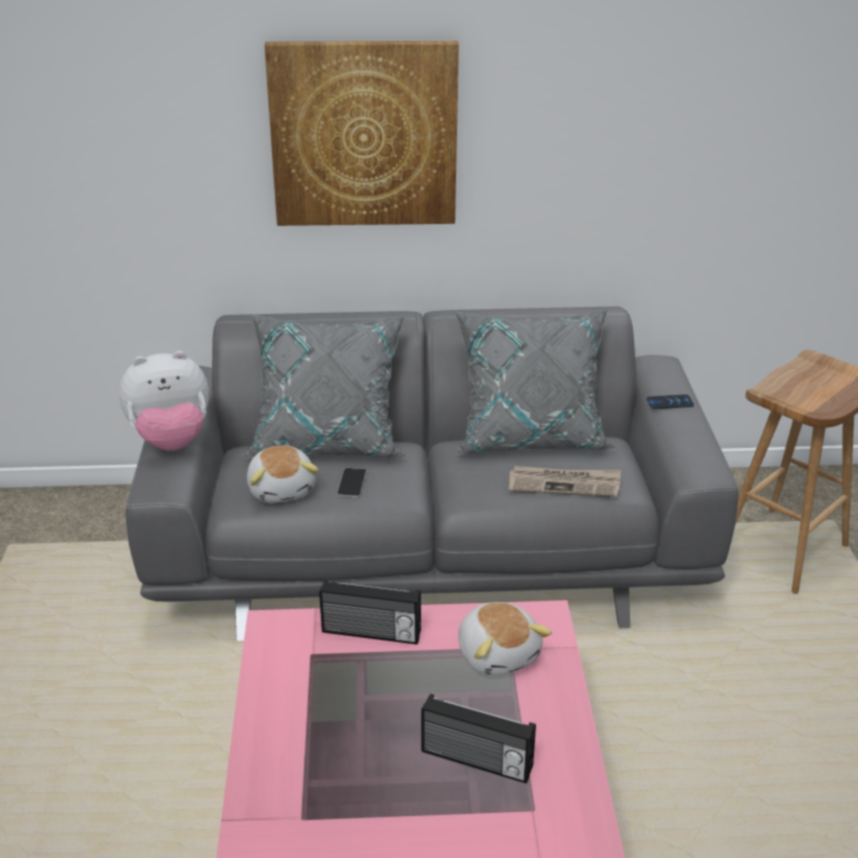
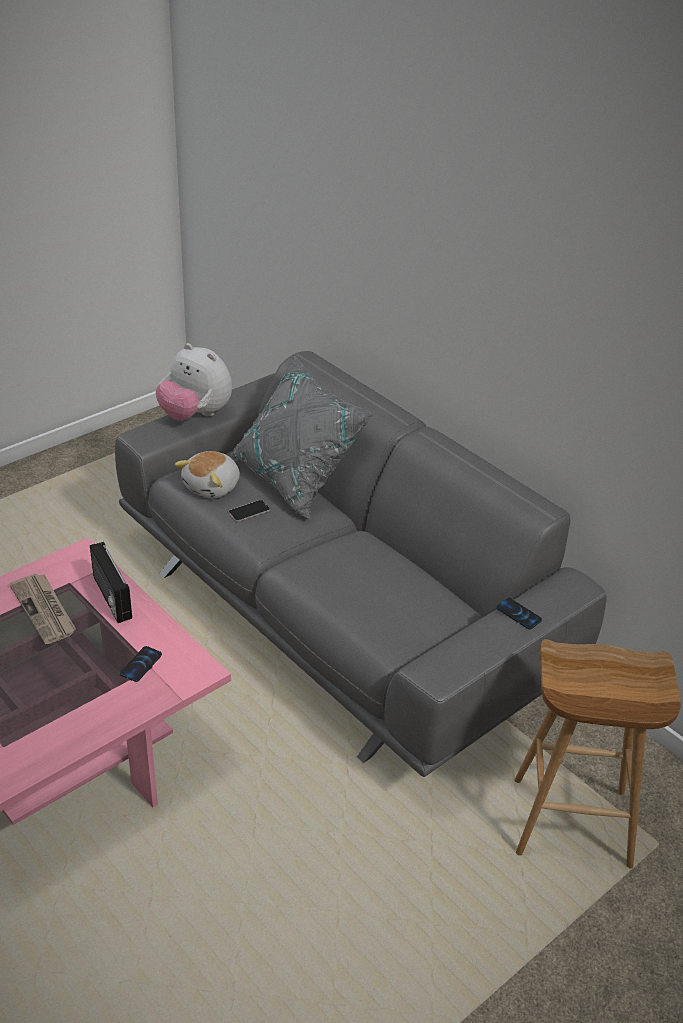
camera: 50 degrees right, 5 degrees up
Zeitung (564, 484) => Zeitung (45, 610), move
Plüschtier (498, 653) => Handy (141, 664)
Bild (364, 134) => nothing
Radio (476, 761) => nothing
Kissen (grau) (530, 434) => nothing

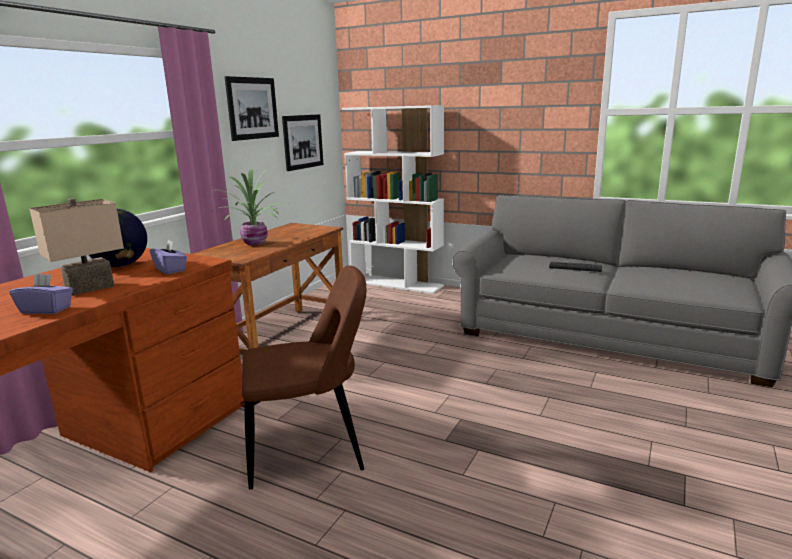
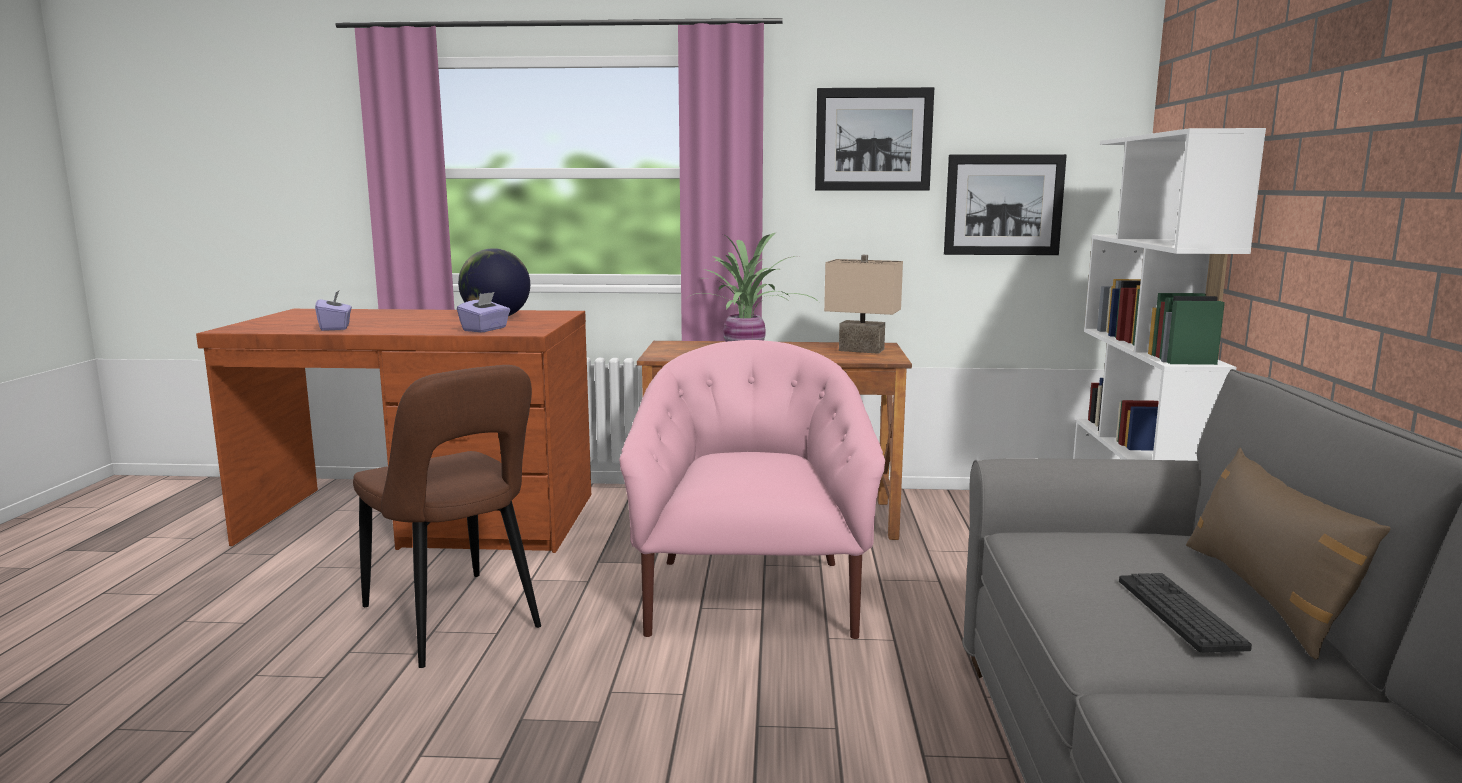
camera: 65 degrees right, 5 degrees down
nothing => Sessel (rosa) (750, 595)
Tischlampe (beige) (90, 289) => Tischlampe (beige) (860, 350), move
nothing => Kissen (braun) (1265, 596)

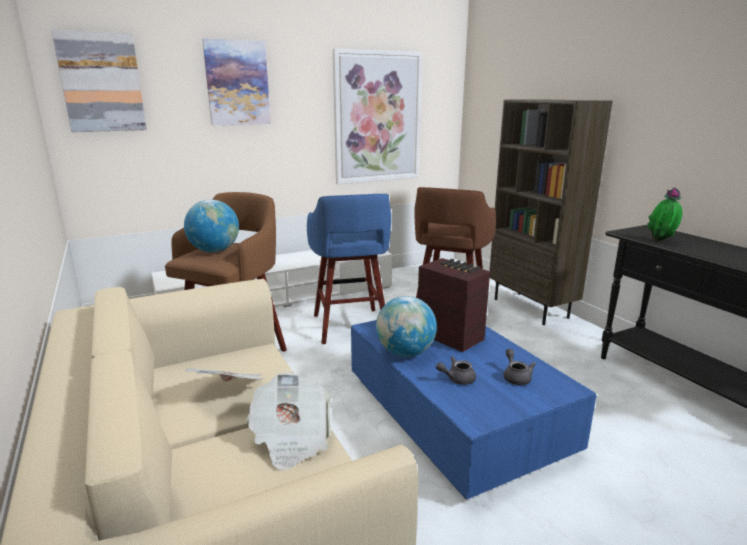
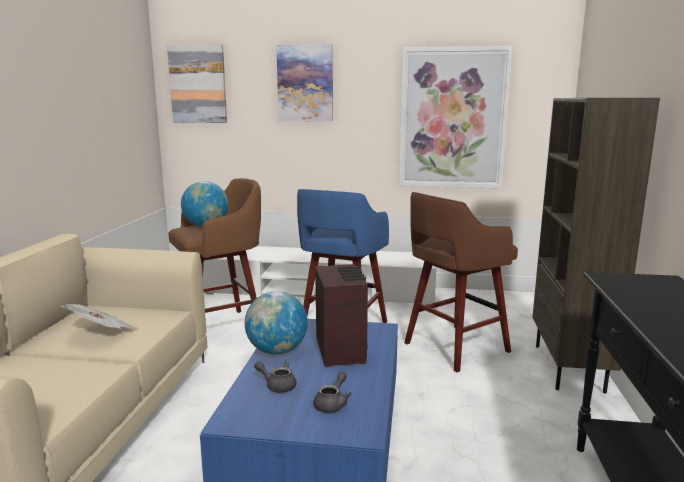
camera: 35 degrees right, 5 degrees down
Zeitung (291, 439) => nothing
Topfpflanze (661, 241) => nothing

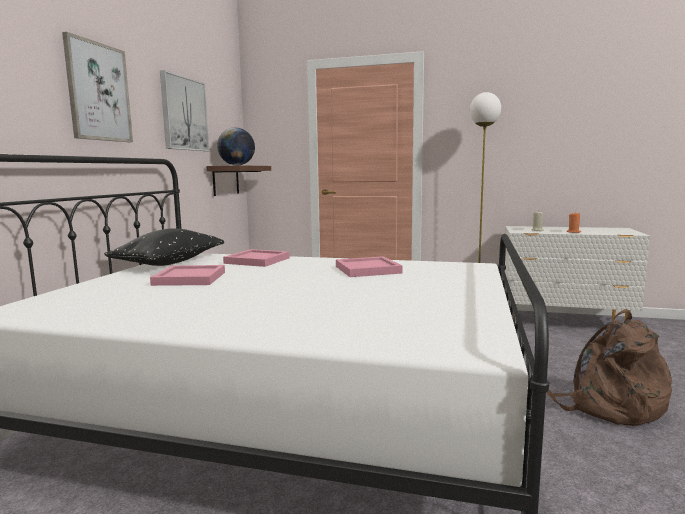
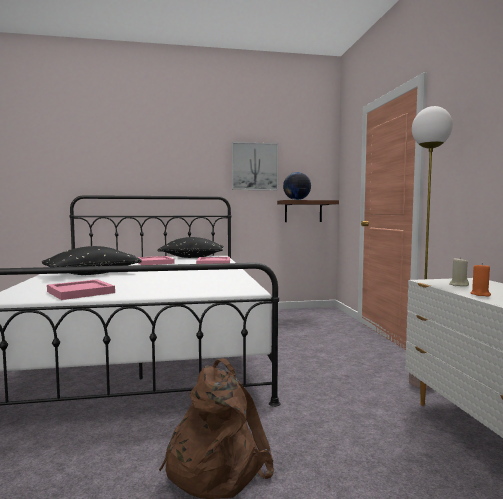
camera: 65 degrees right, 5 degrees down
nothing => Kissen (schwarz) (92, 274)
Tablett (rosa) (367, 270) => Tablett (rosa) (79, 292), move
Bild (98, 92) => nothing

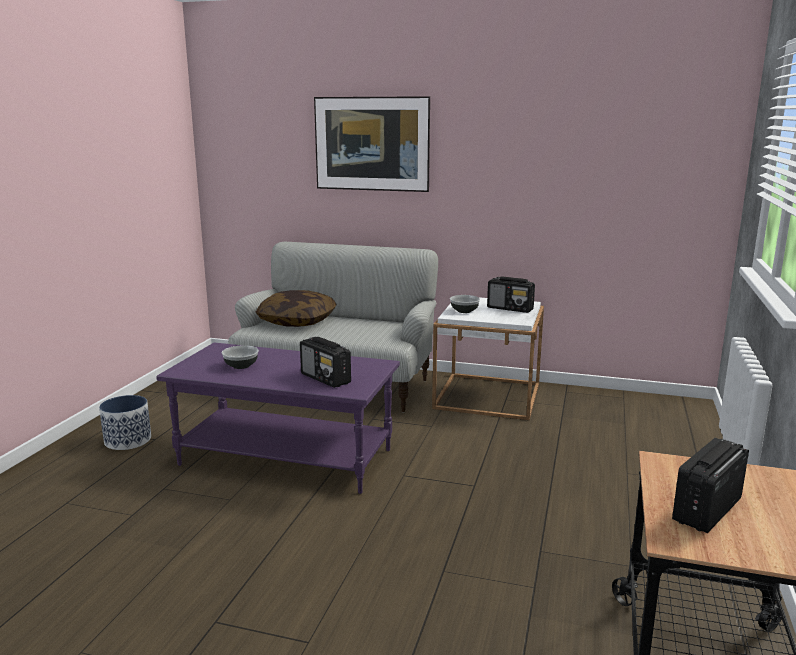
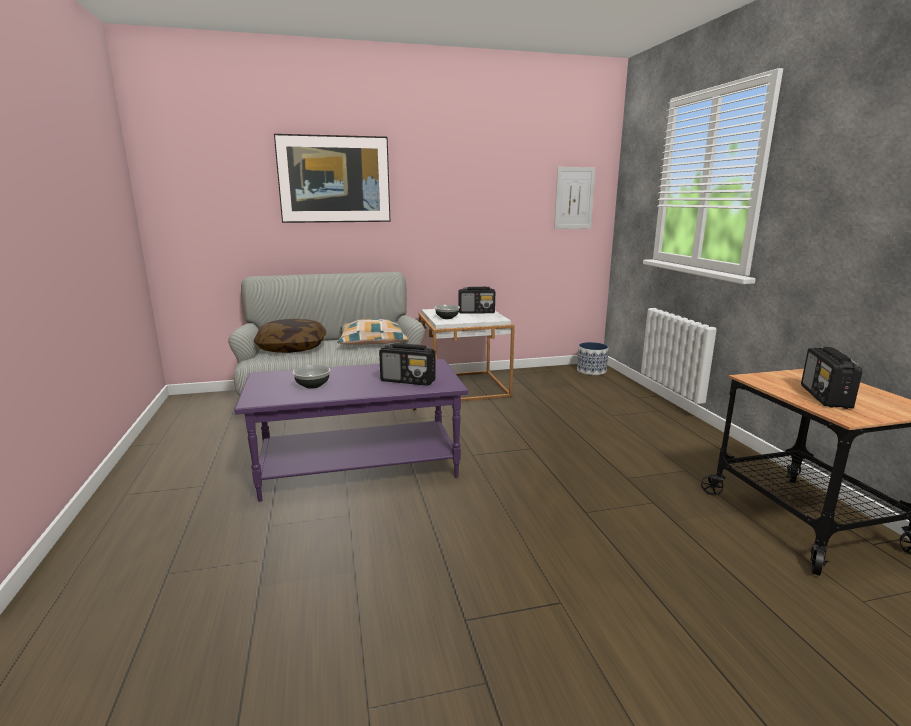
camera: 30 degrees left, 0 degrees up
nothing => Kissen (372, 342)
nothing => Bild (574, 198)
Pflanzkübel (127, 440) => Pflanzkübel (591, 371), move

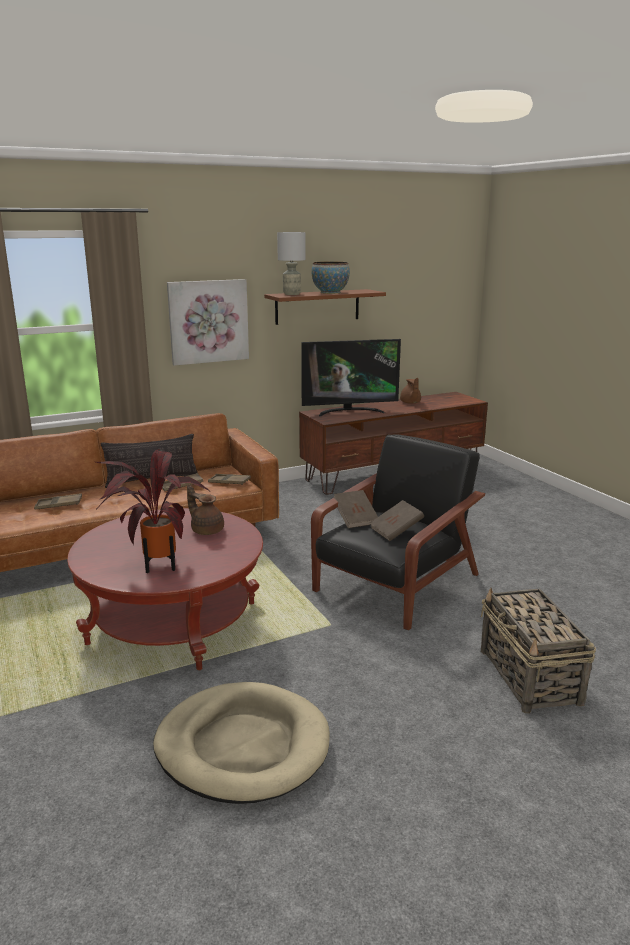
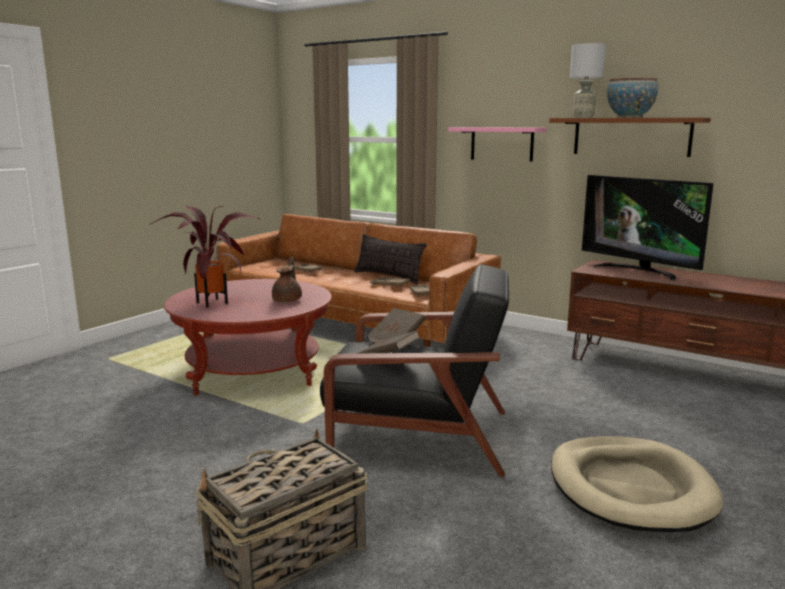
camera: 60 degrees right, 5 degrees down
Bild (208, 321) => Wandregal (rosa) (501, 143)
Hundebett (beige) (243, 746) => Hundebett (beige) (630, 488), move
Teekanne (braun) (410, 402) => nothing

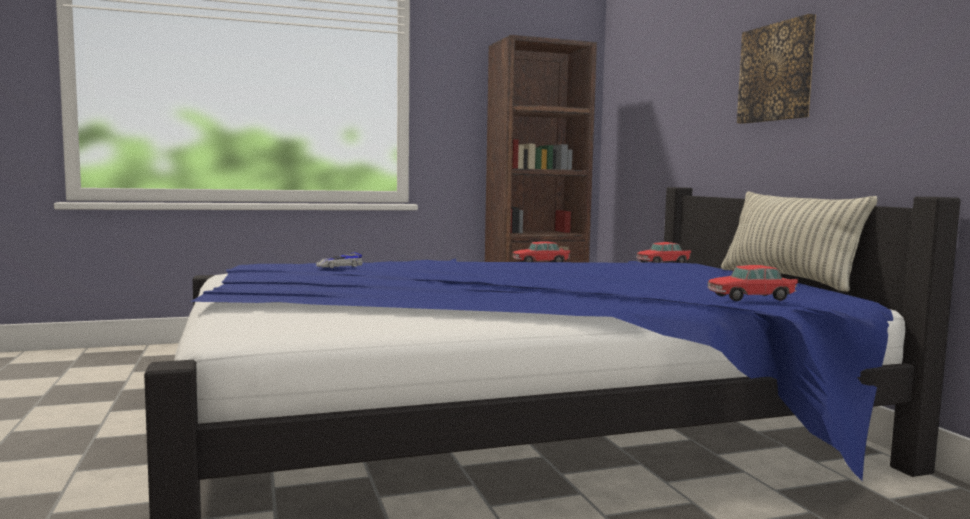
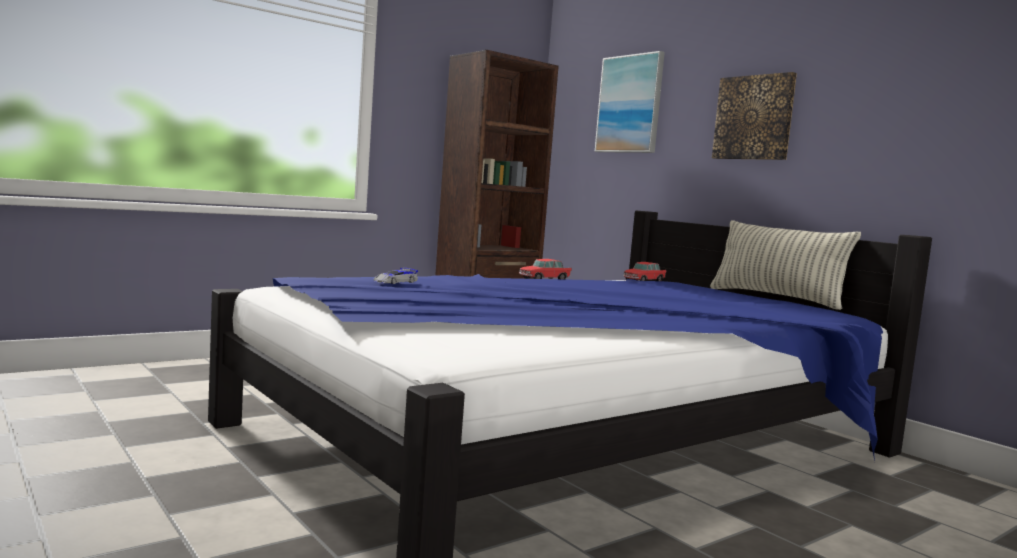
camera: 20 degrees left, 0 degrees up
nothing => Bild (630, 104)
Spielzeugauto (750, 298) => nothing

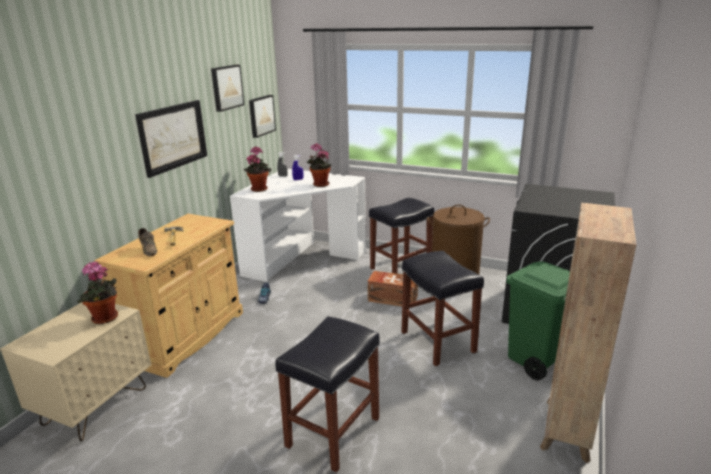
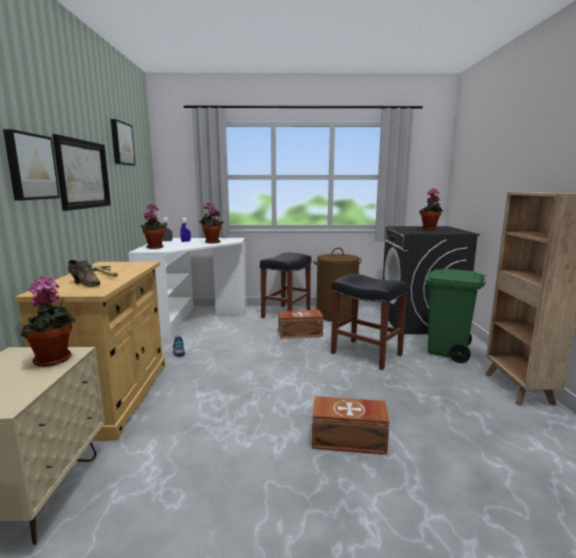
camera: 25 degrees left, 10 degrees down
Bild (261, 115) => Bild (30, 167), move
Hocker (schwarz) (333, 433) => Aufbewahrungsbox (braun) (349, 440)
nothing => Topfpflanze (429, 229)

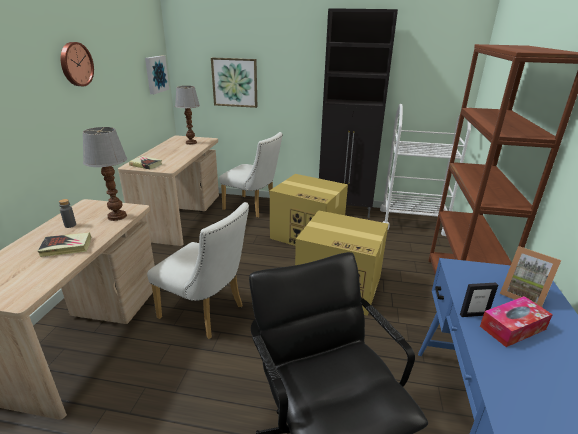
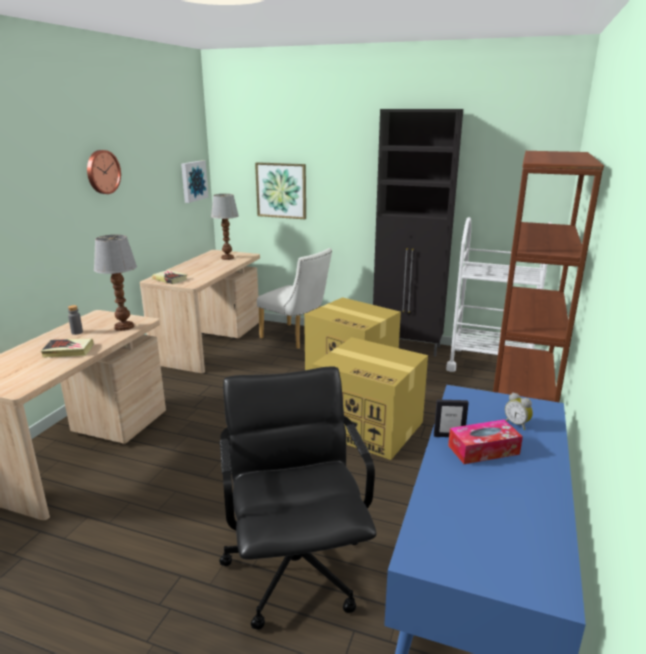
camera: 10 degrees right, 5 degrees down
Bilderrahmen (523, 295) => Wecker (517, 424)
Stuhl (weiß) (206, 313) => nothing

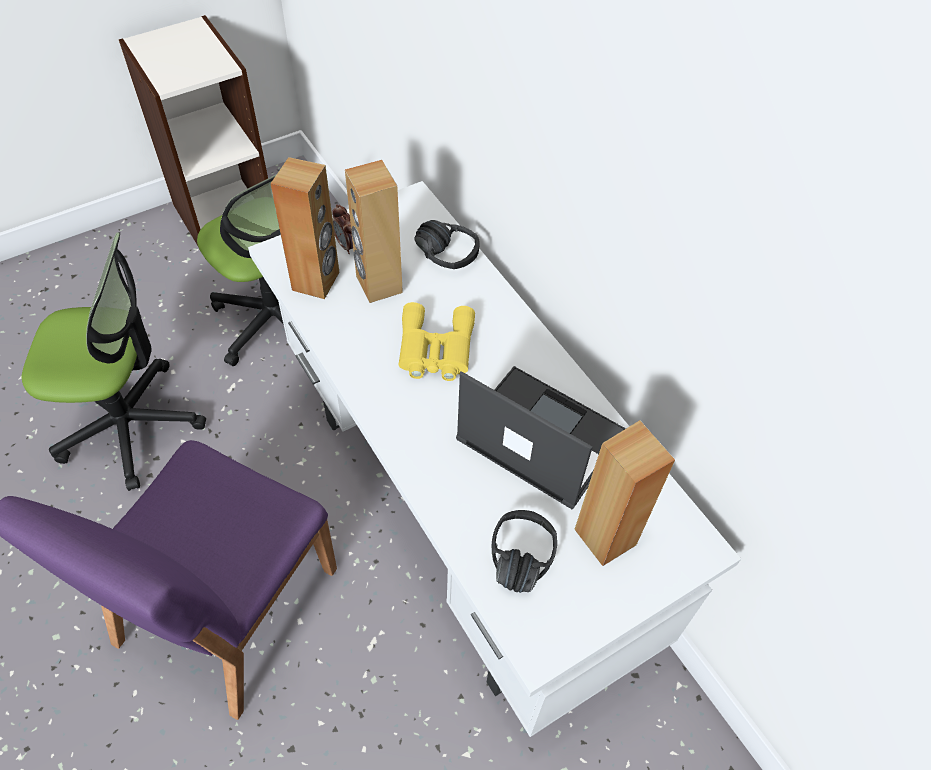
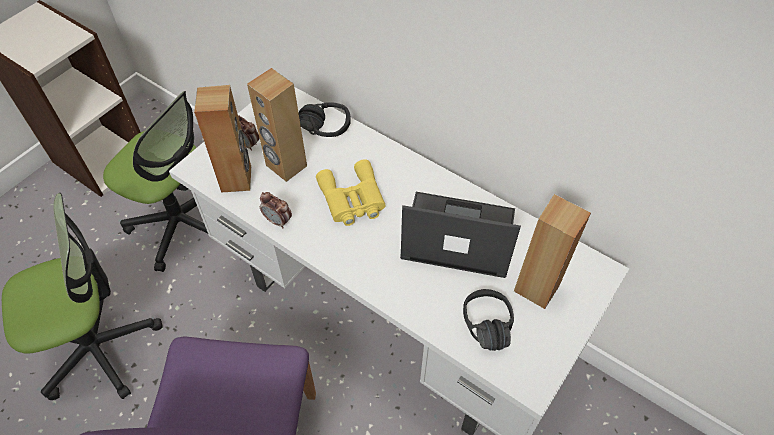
camera: 20 degrees left, 0 degrees up
nothing => Wecker (278, 221)

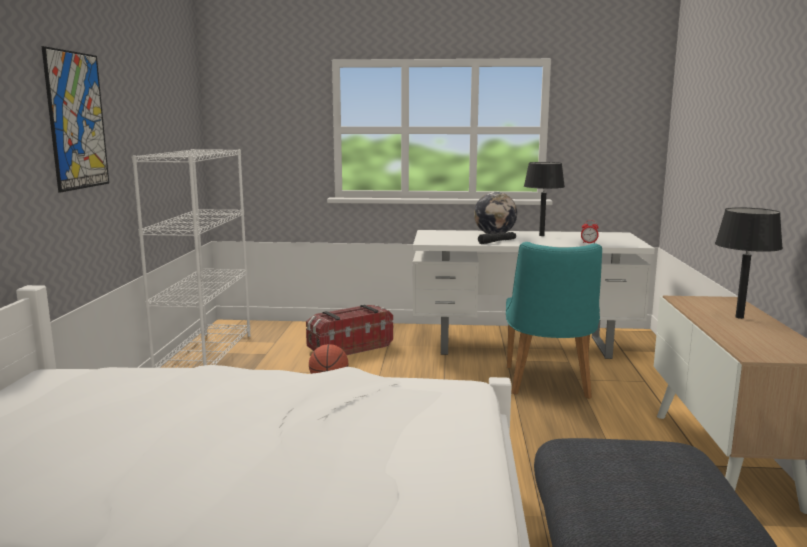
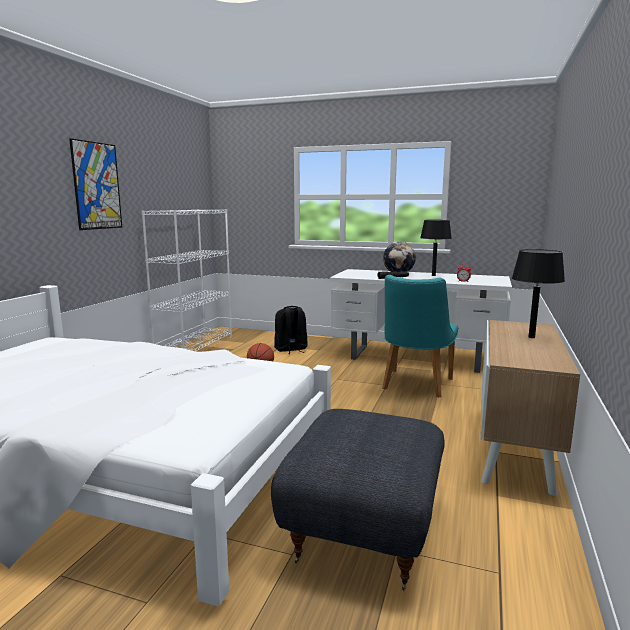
camera: 15 degrees right, 0 degrees up
Aufbewahrungsbox (349, 348) => Rucksack (schwarz) (290, 349)

